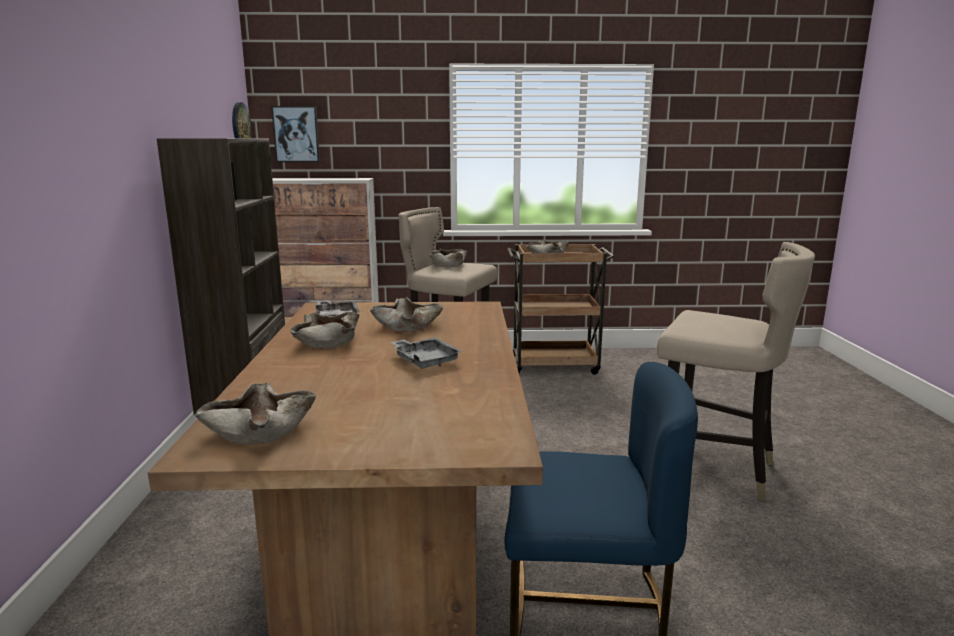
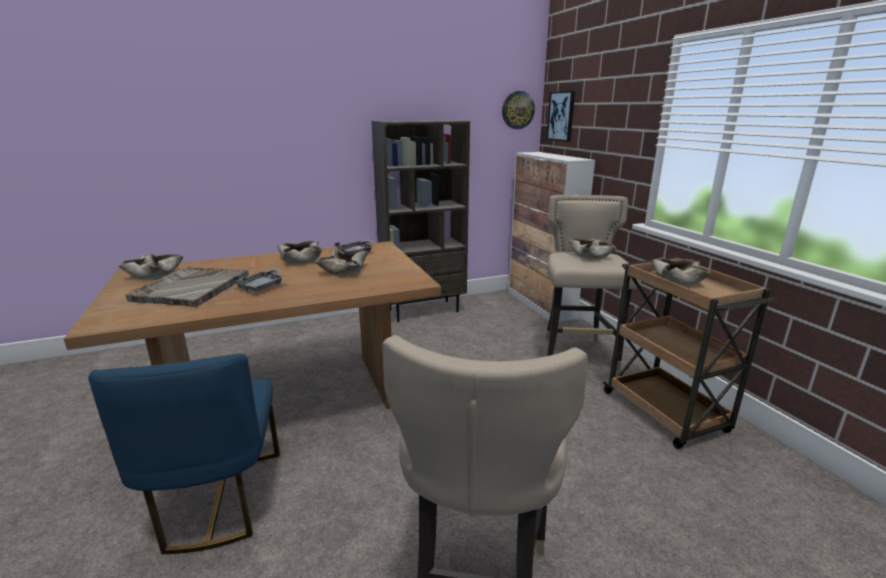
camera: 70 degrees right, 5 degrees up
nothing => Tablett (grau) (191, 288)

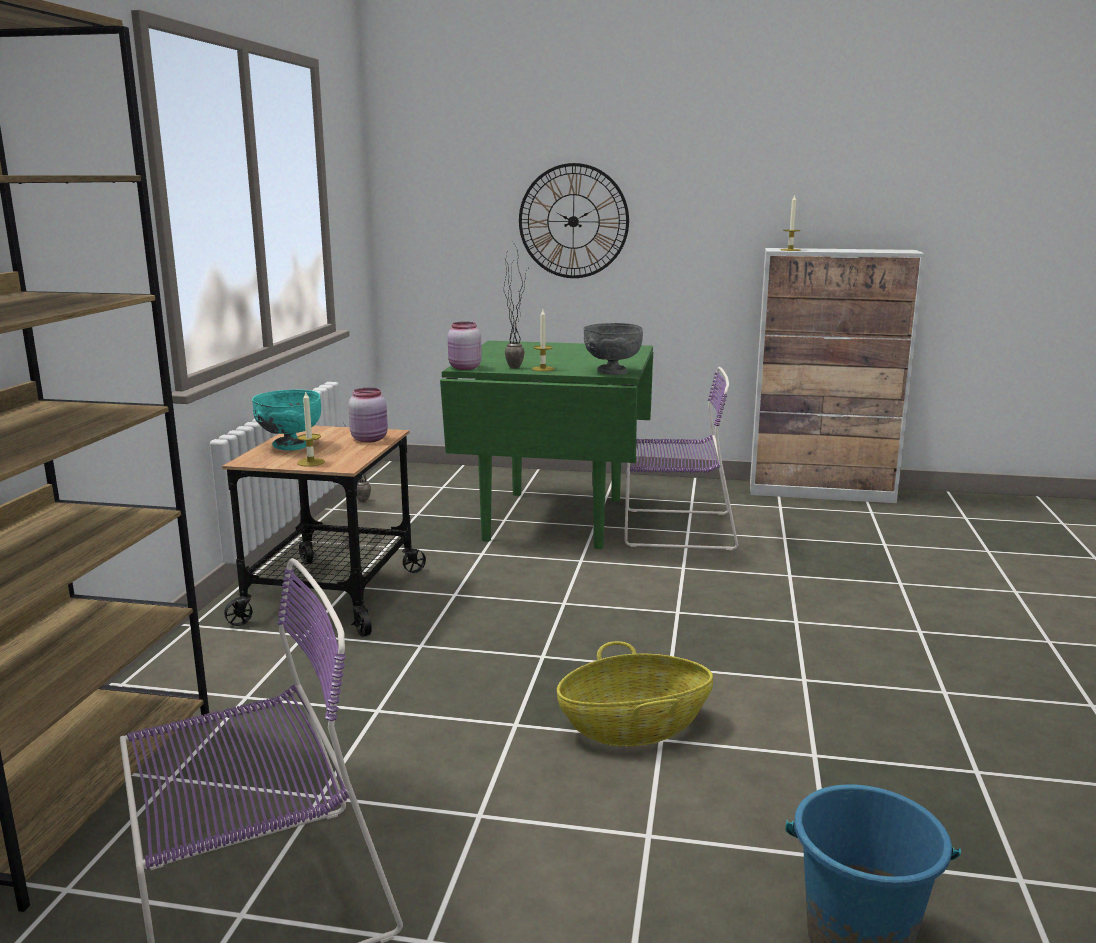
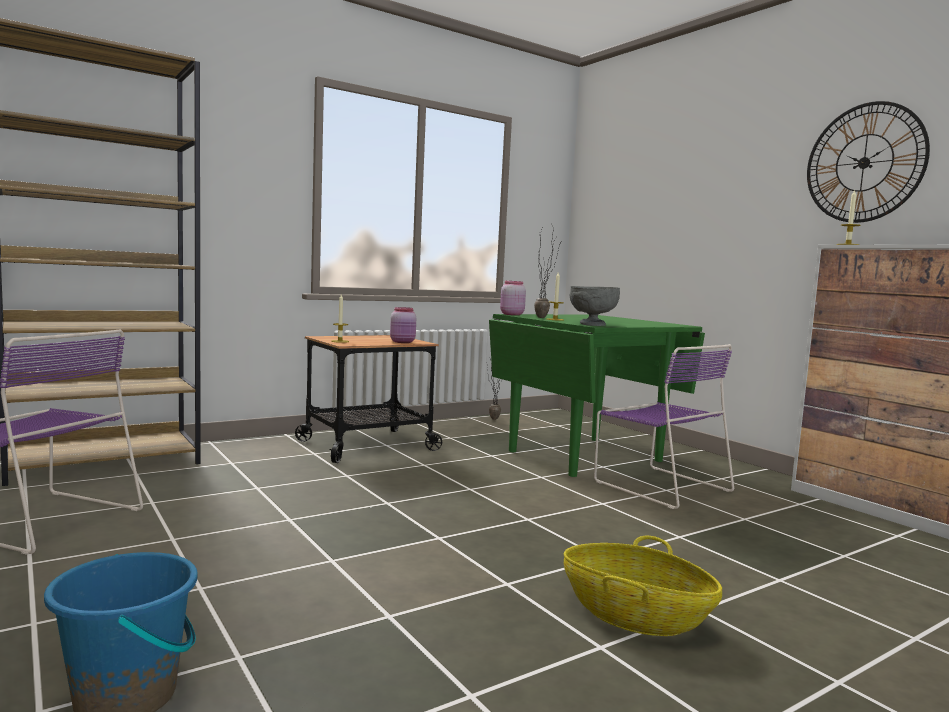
camera: 45 degrees right, 10 degrees down
Korb (634, 726) => Korb (635, 615), move
Wanduhr (573, 221) => Wanduhr (864, 163), move
Schüssel (türkis) (290, 446) => nothing

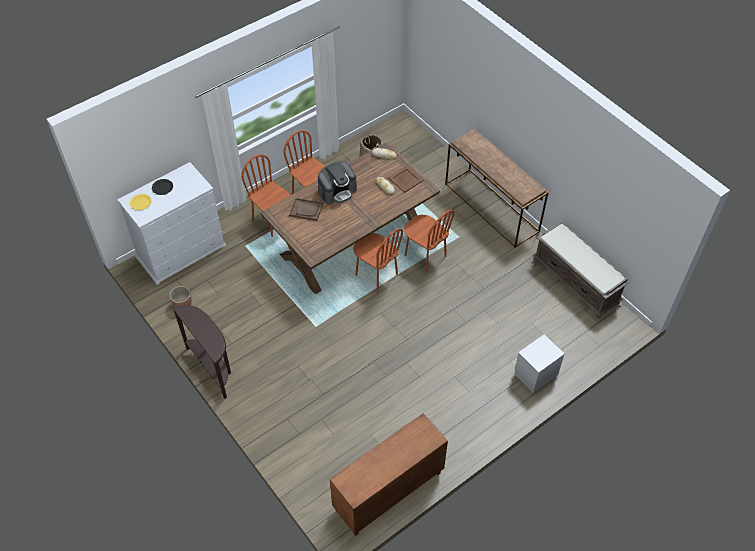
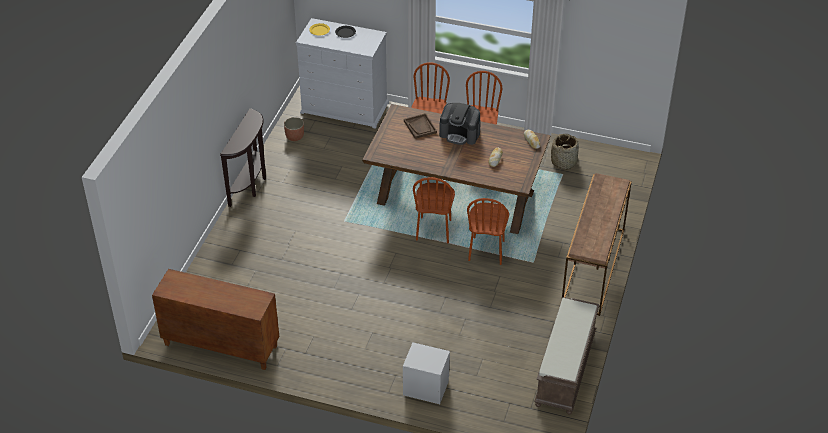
camera: 55 degrees right, 10 degrees down
Tablett (braun) (405, 179) => nothing

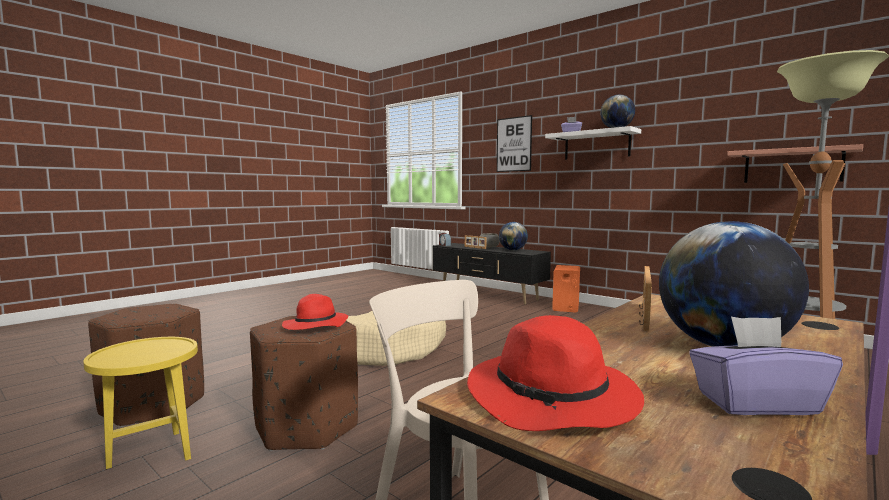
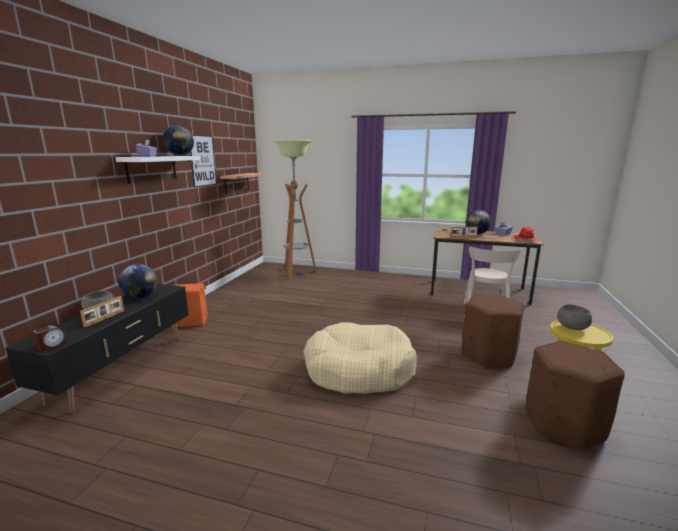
camera: 115 degrees left, 10 degrees up
Bild (514, 144) => Bild (202, 161), move
nothing => Schüssel (grau) (572, 327)
Hut (rot) (315, 326) => nothing

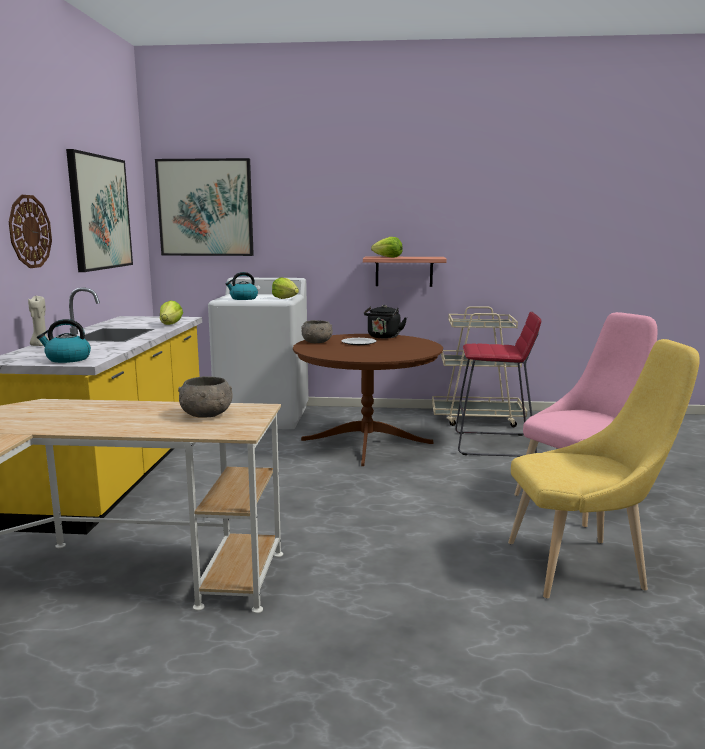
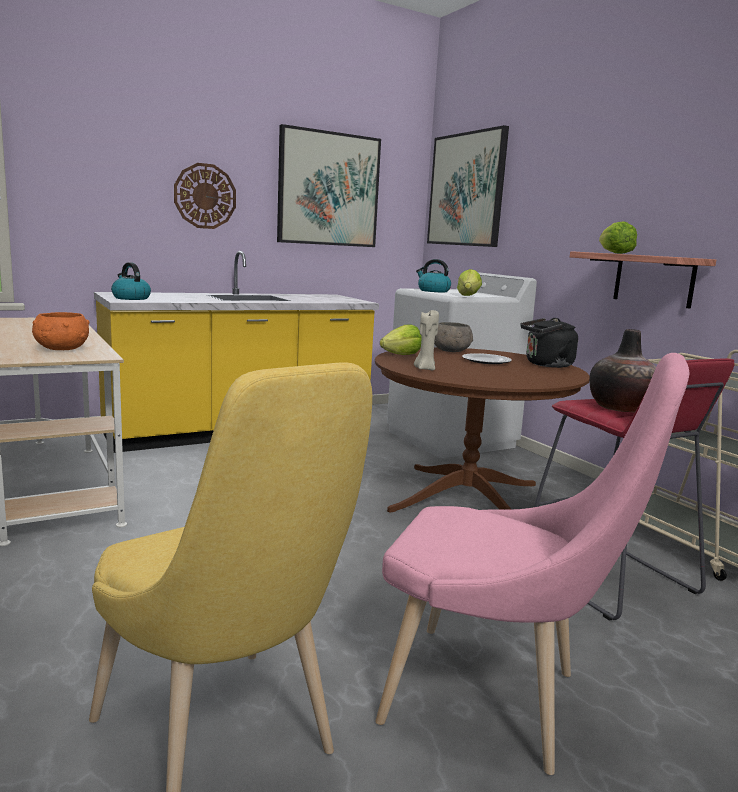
camera: 55 degrees right, 0 degrees up
Schüssel (grau) (206, 415) => Schüssel (orange) (61, 349)
Salatkopf (170, 324) => Salatkopf (401, 355), move
Kerze (beige) (40, 345) => Kerze (beige) (425, 369), move
nothing => Vase (621, 408)

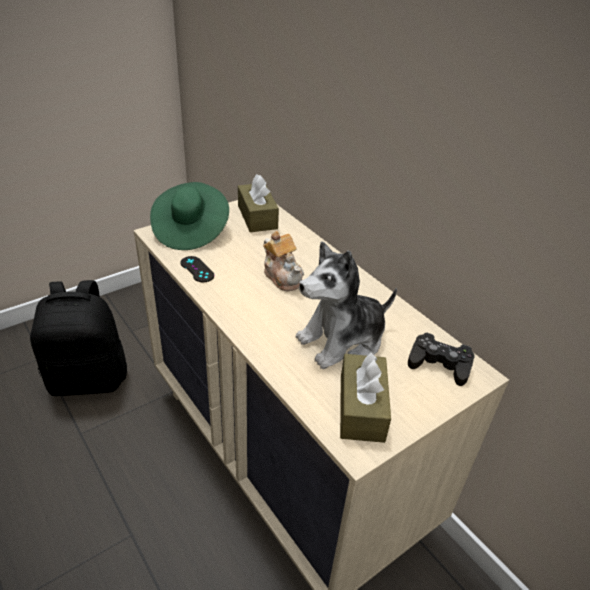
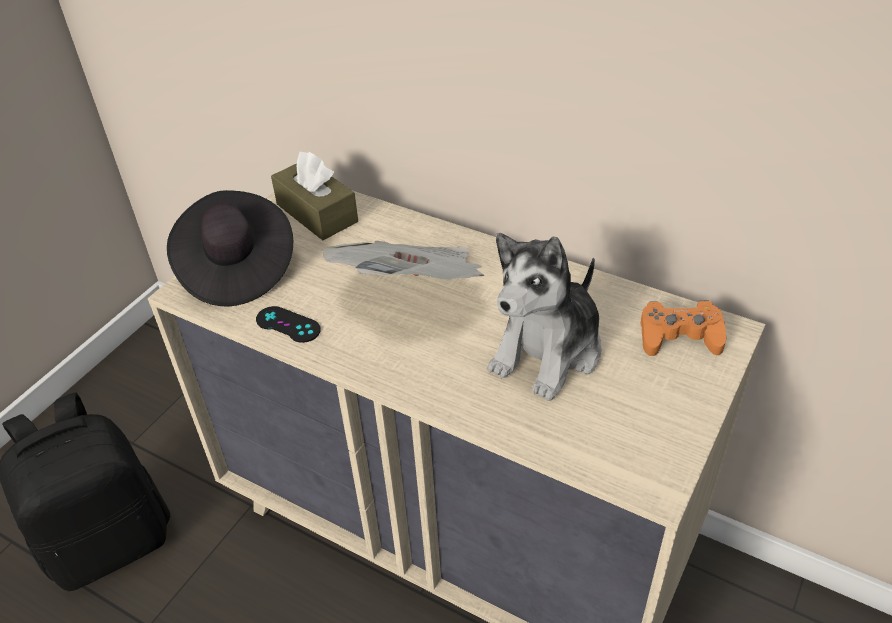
camera: 20 degrees left, 5 degrees up
Hut (grün) (190, 231) => Hut (schwarz) (236, 269)
Teekanne (283, 276) => Zeitung (413, 290)
Gamepad (schwarz) (439, 364) => Gamepad (orange) (679, 336)
Taschentuchbox (braun) (361, 408) => nothing

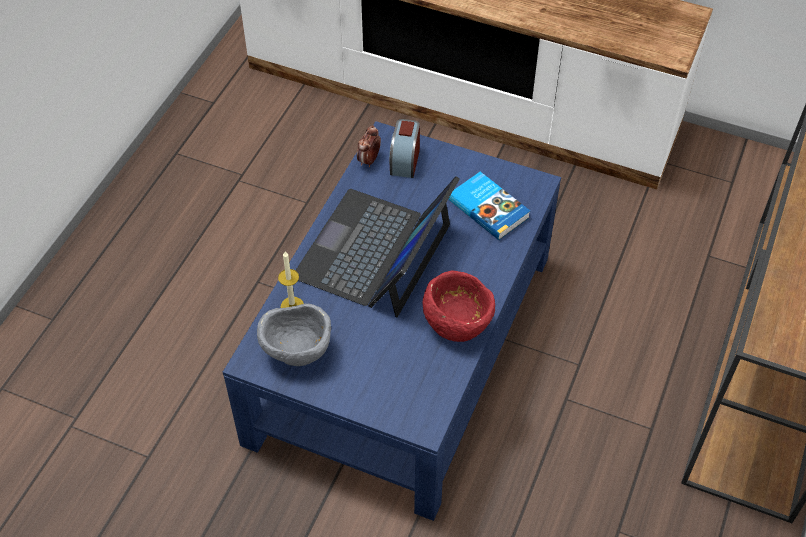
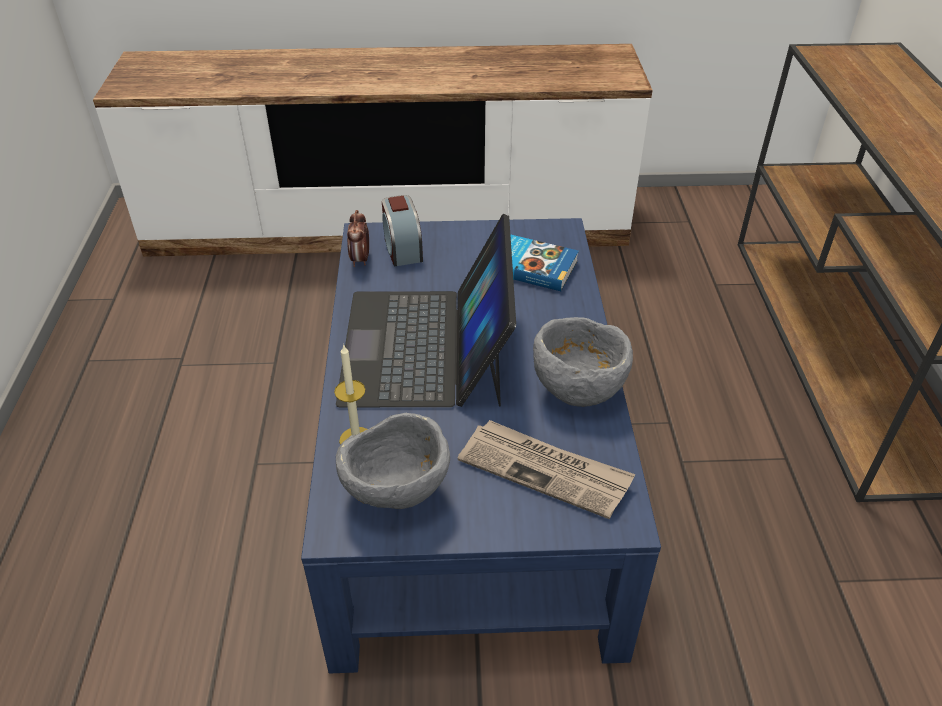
camera: 25 degrees left, 10 degrees down
nothing => Zeitung (545, 470)
Schüssel (rot) (458, 324) => Schüssel (grau) (578, 388)

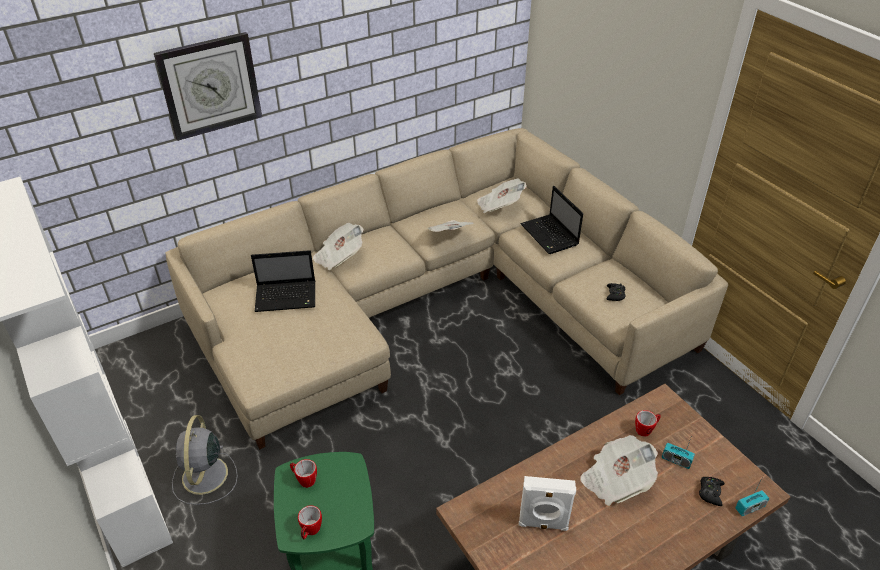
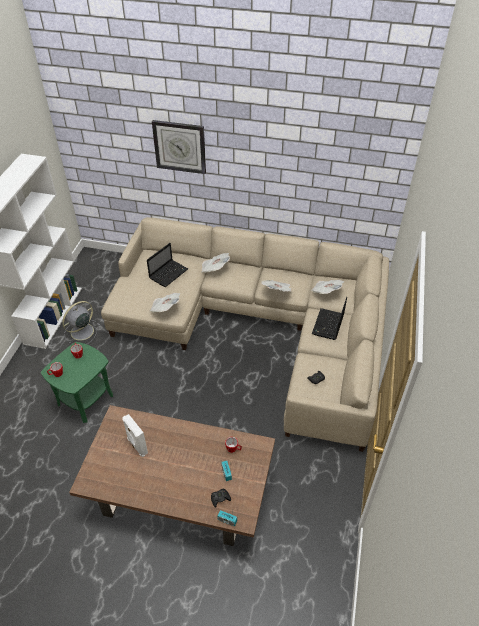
camera: 45 degrees right, 5 degrees up
Laptop (287, 297) => Laptop (169, 273), 90 degrees counterclockwise
Zeitung (615, 480) => Zeitung (165, 308), move

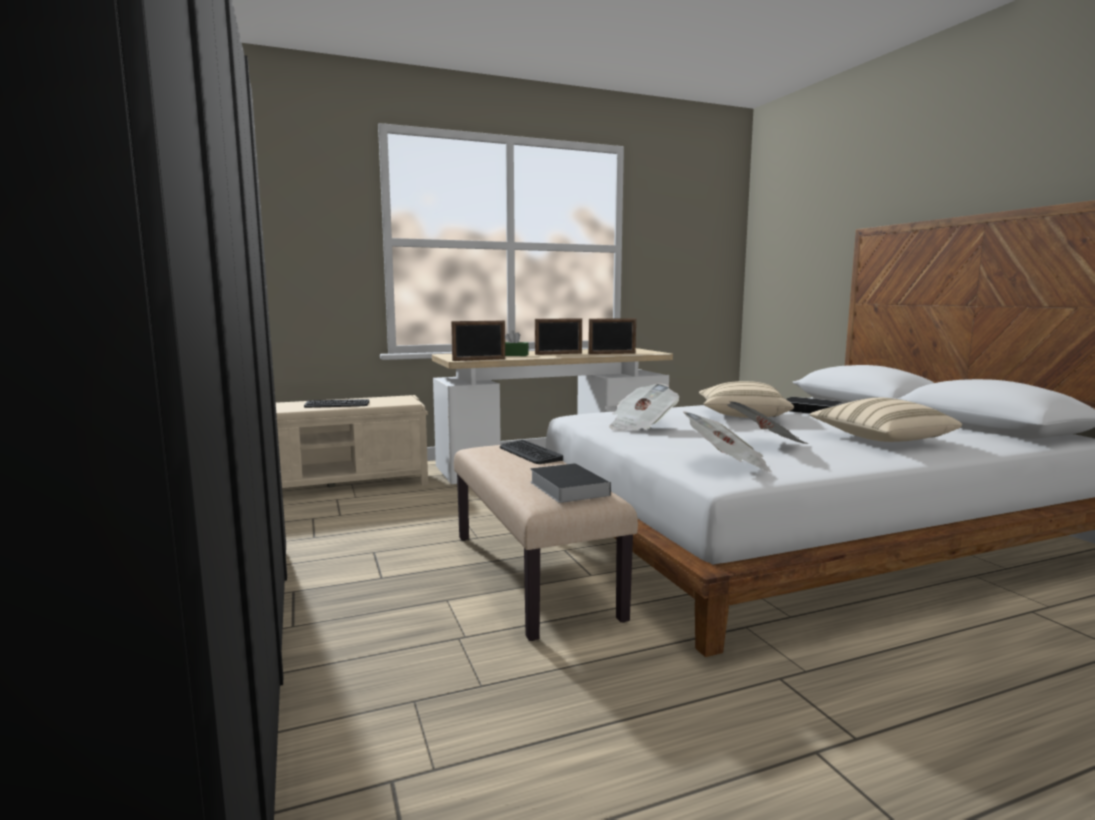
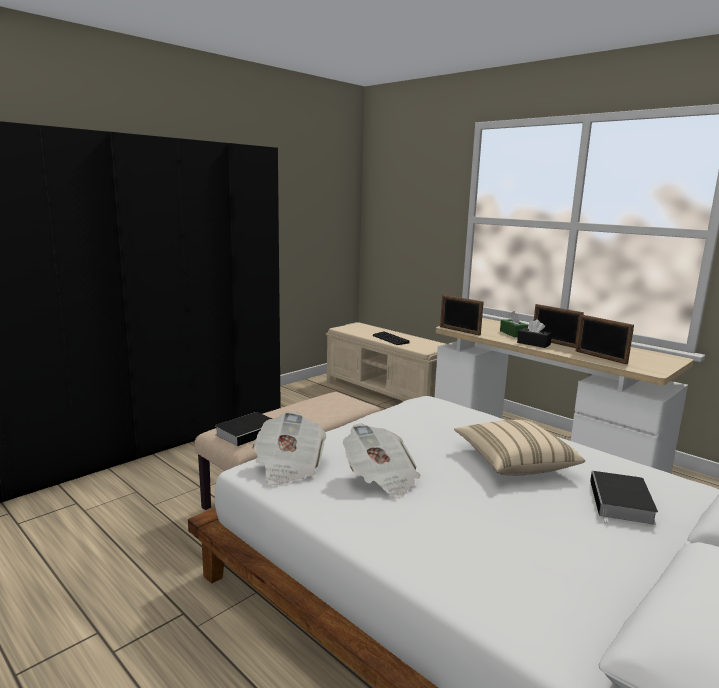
camera: 65 degrees right, 5 degrees up
nothing => Taschentuchbox (schwarz) (533, 343)
Tastatur (529, 453) => nothing
Zeitung (641, 426) => nothing
Kissen (beige) (880, 439) => nothing

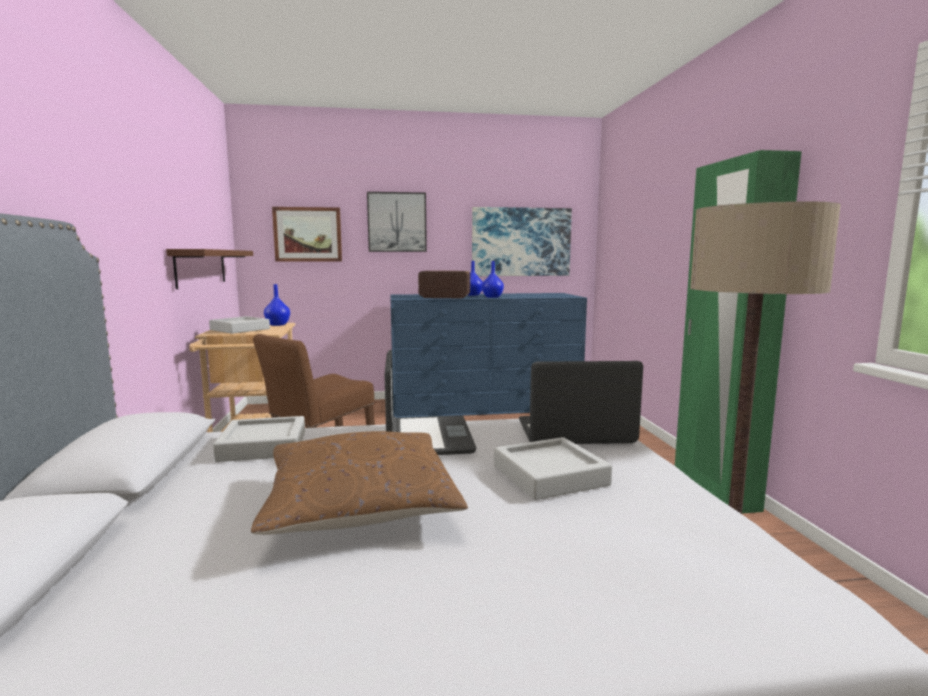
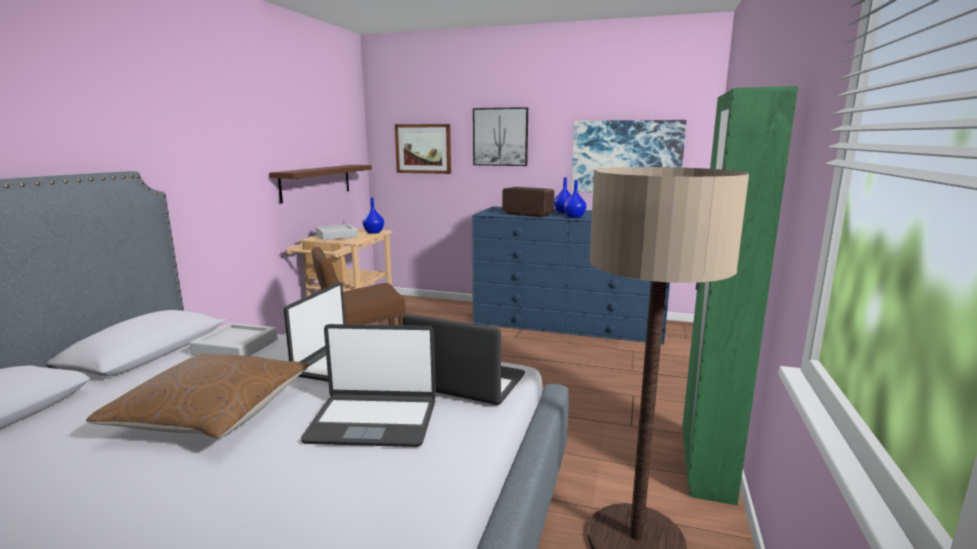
camera: 25 degrees right, 5 degrees up
Tablett (grau) (550, 475) => Laptop (373, 421)

